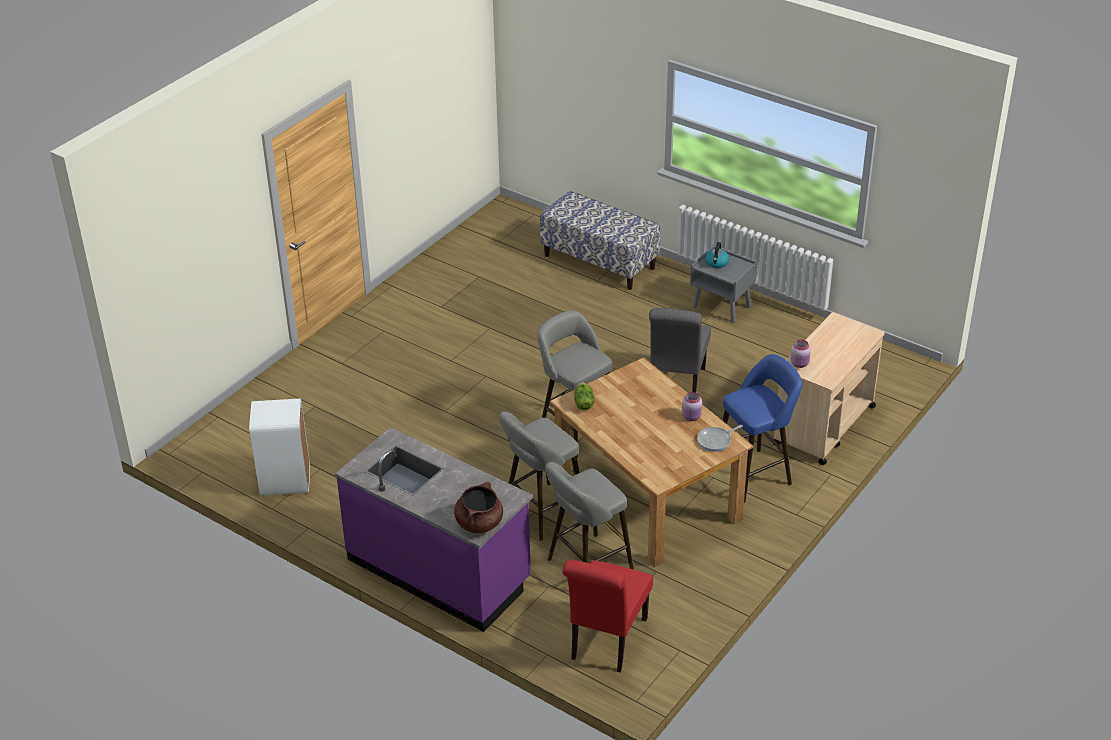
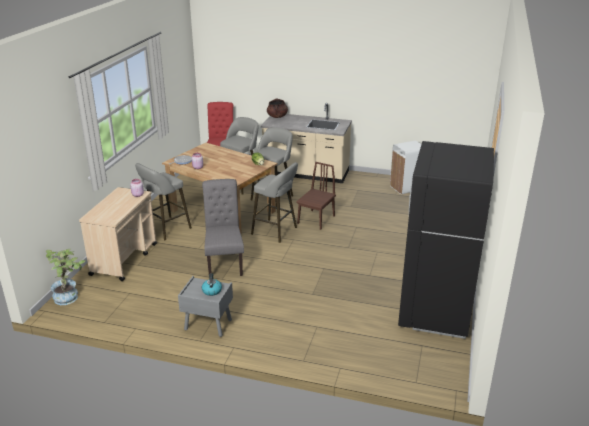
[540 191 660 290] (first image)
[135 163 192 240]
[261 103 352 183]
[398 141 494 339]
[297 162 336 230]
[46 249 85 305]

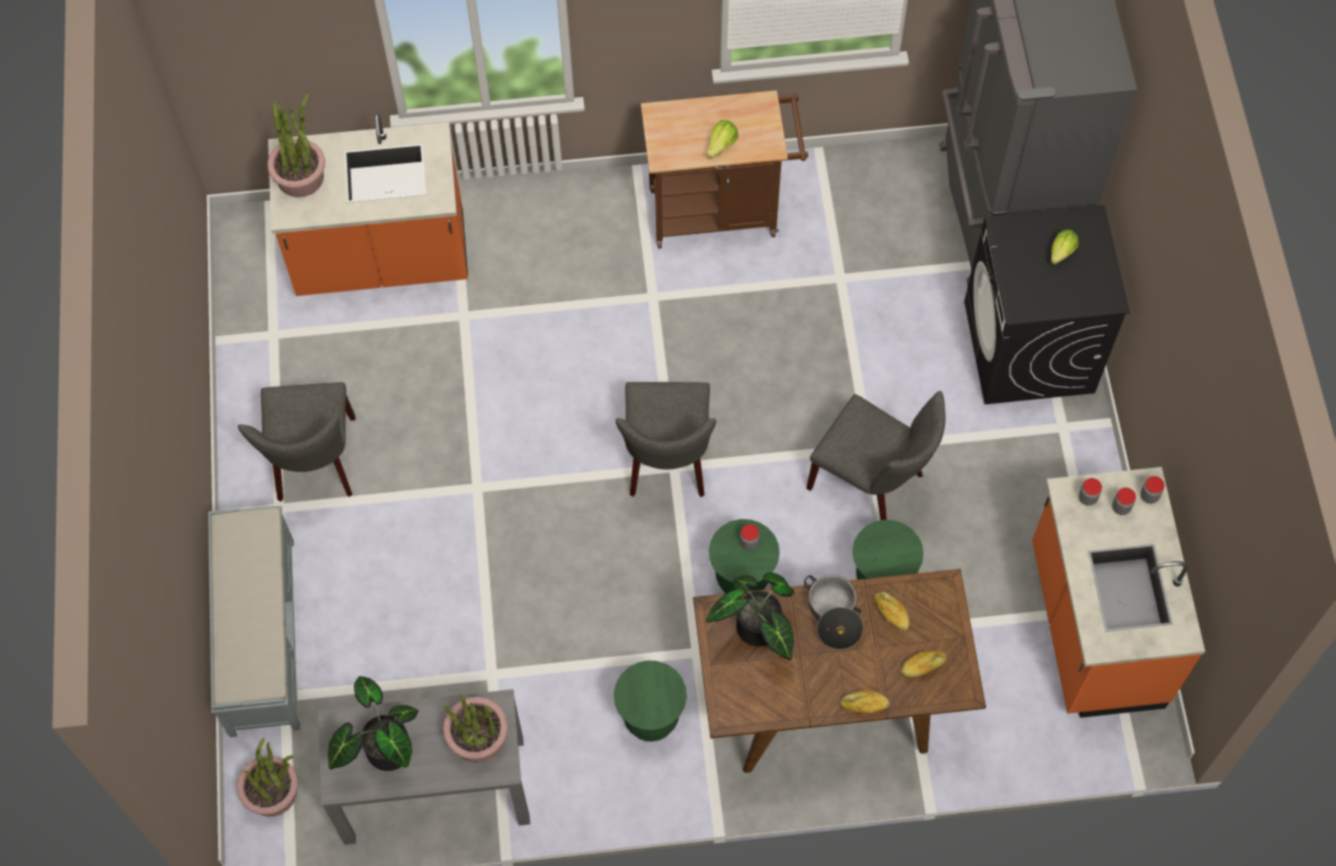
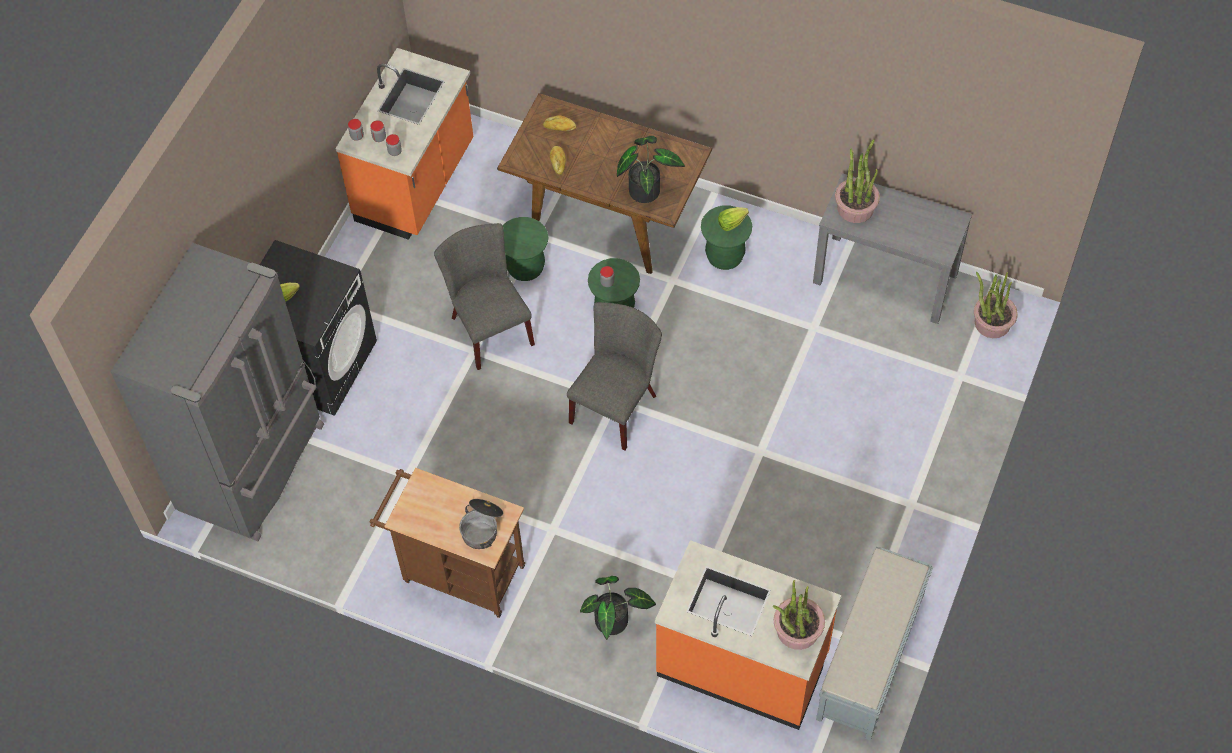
[718 207 749 231]
[238 382 355 502] (first image)
[816 547 933 741]
[459 499 503 549]
[580 576 656 640]
[840 690 890 713] (first image)

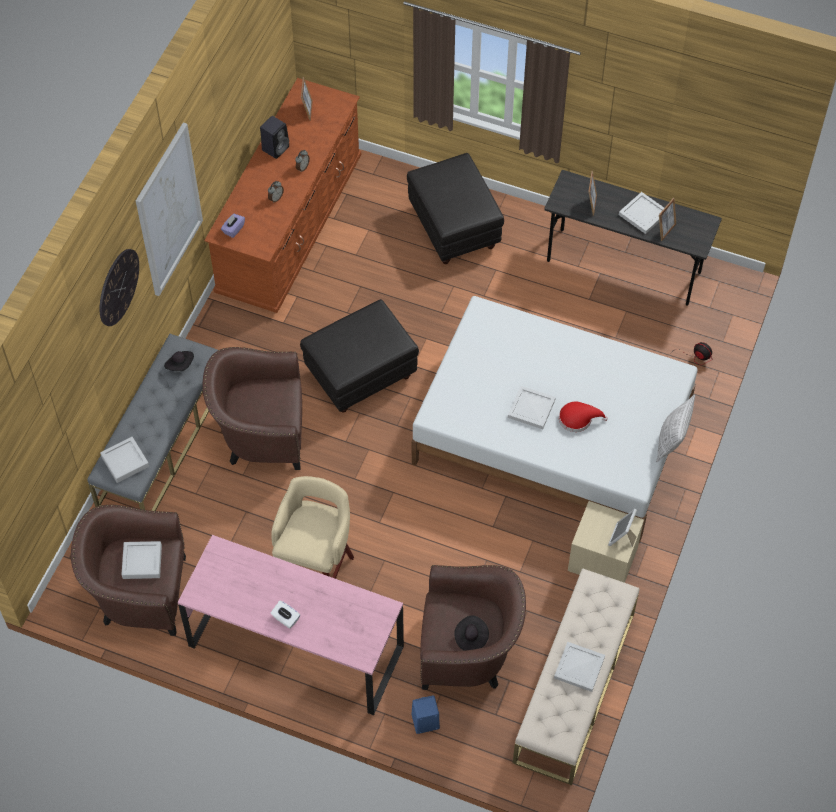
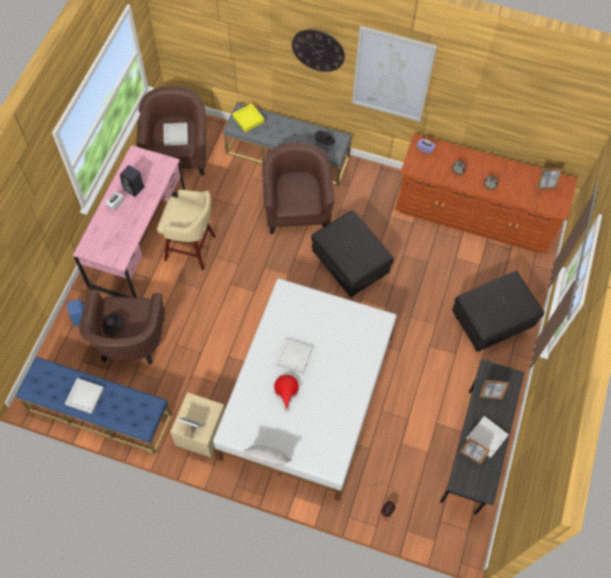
[120 165 144 197]
[232 103 265 132]
[16 357 172 454]

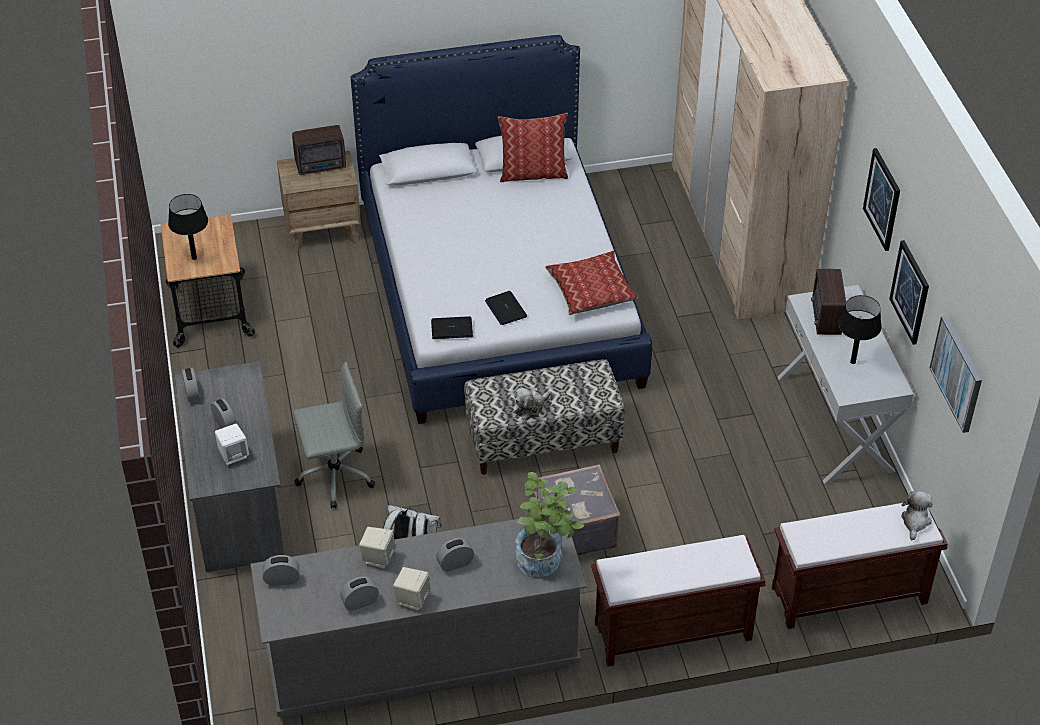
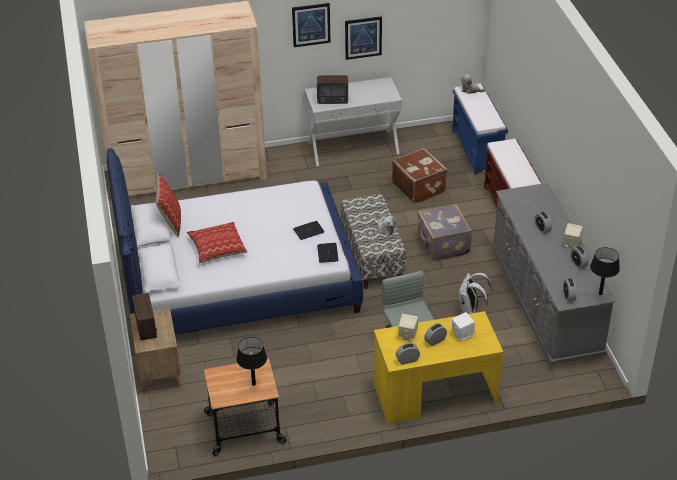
[187 222 247 263]
[590 247 620 295]
[929 315 982 433] (first image)
[374 311 503 424]
[515 472 584 577] (first image)
[452 84 508 175]
[398 314 418 341]
[392 148 448 204]

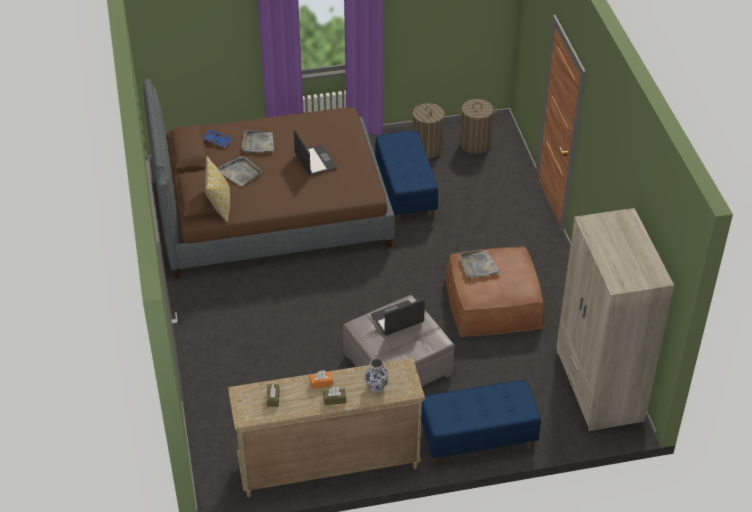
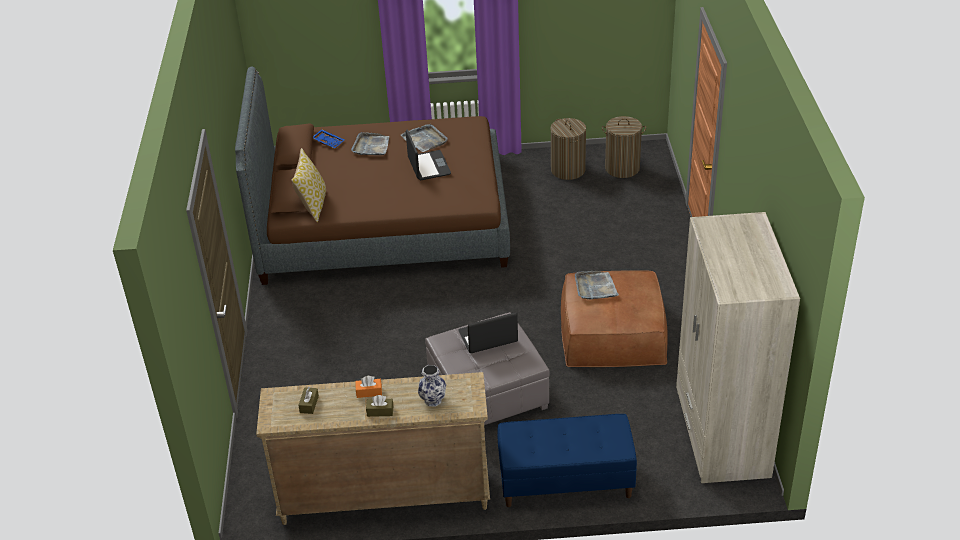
[375 130 438 224] (first image)
[401 124 448 152]

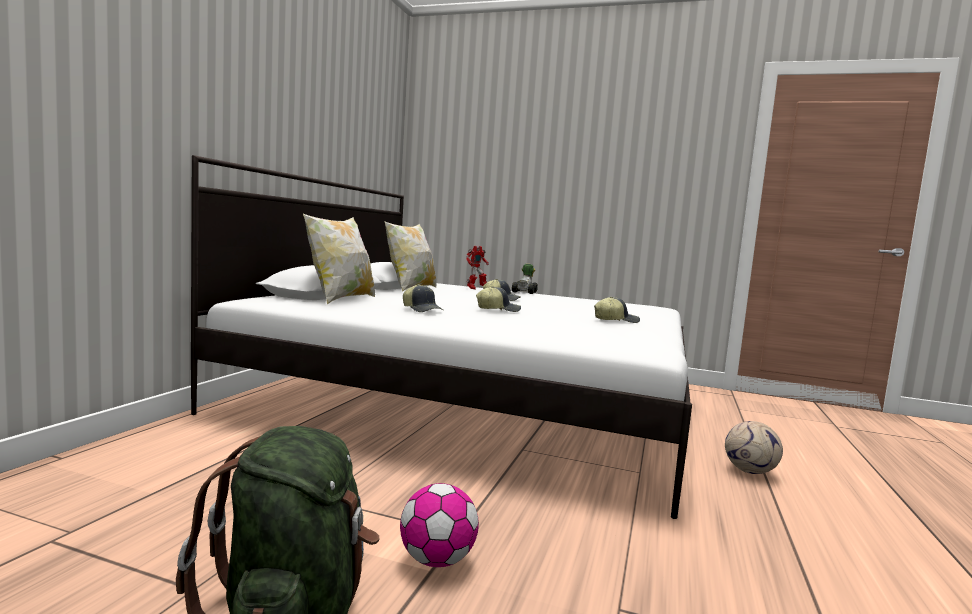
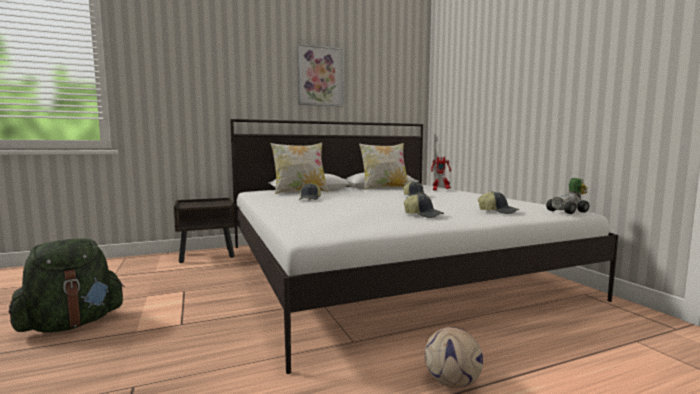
[546 178 590 214]
[478 191 519 214]
[400 483 479 567] (first image)
[298 44 344 107]
[174 198 235 263]

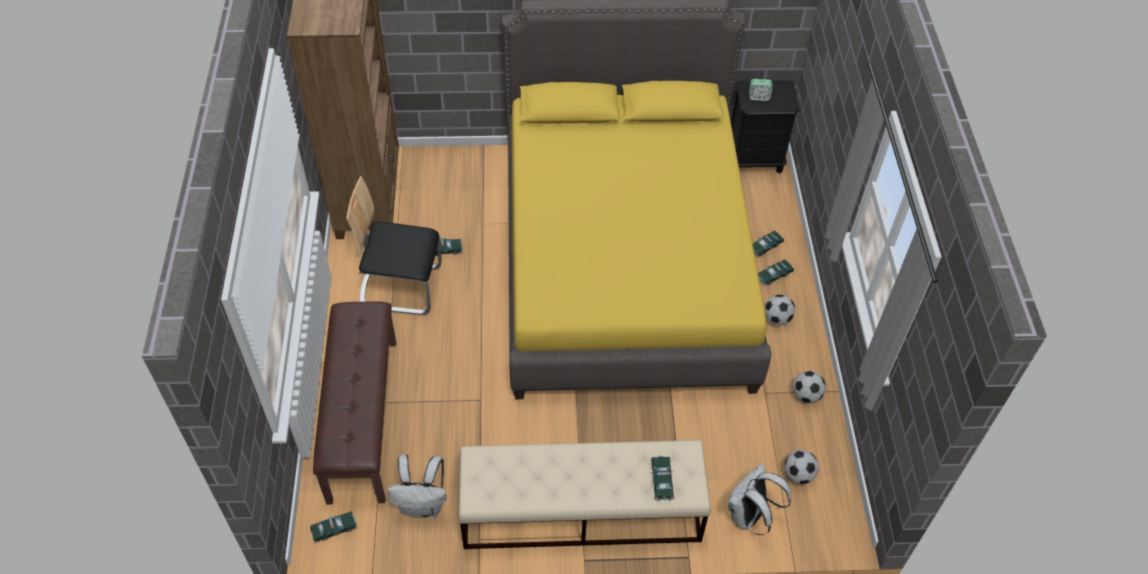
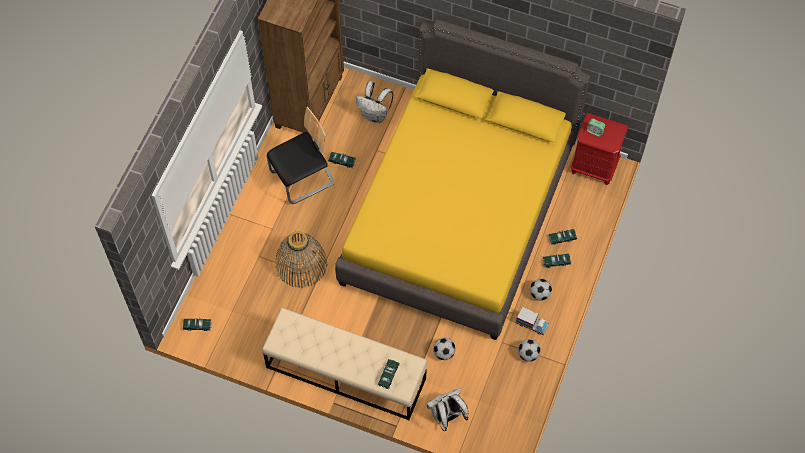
[571 113 628 185]
[266 107 334 204]
[313 301 396 505] (first image)
[433 338 456 360]
[356 81 393 124]
[275 231 327 288]
[515 307 549 335]

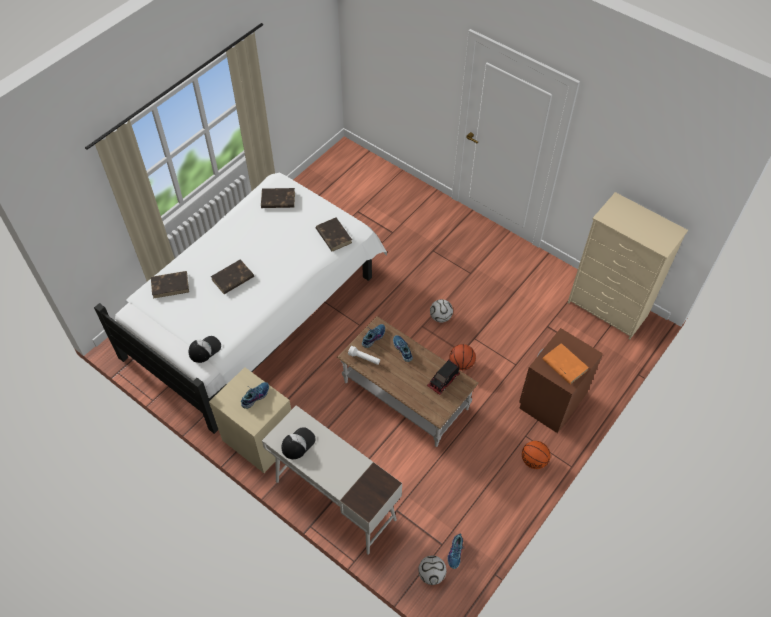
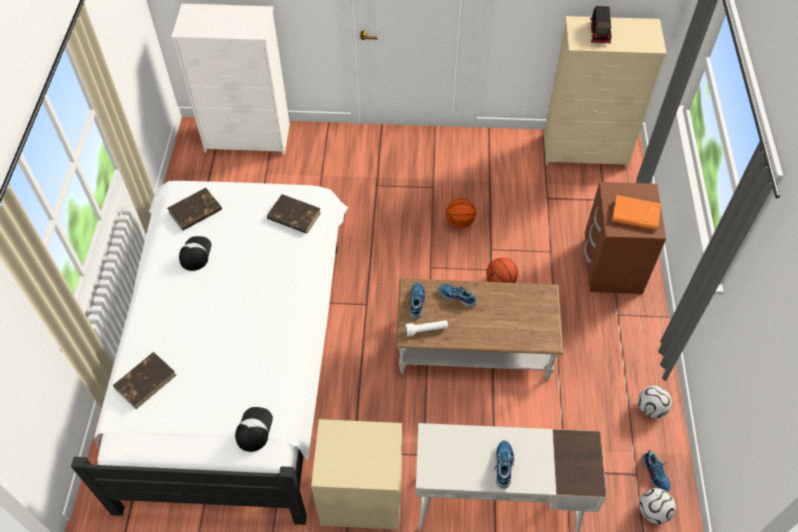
[211 259 254 294] (first image)
[638 386 672 418]
[590 6 612 43]
[494 440 514 489]
[179 236 212 271]
[446 198 476 228]
[171 4 290 155]

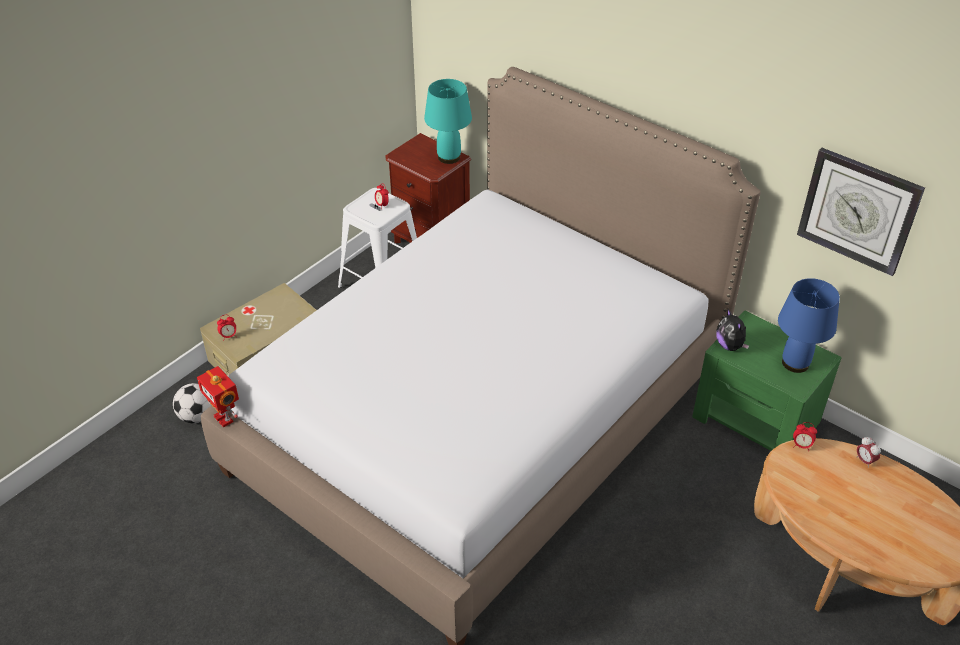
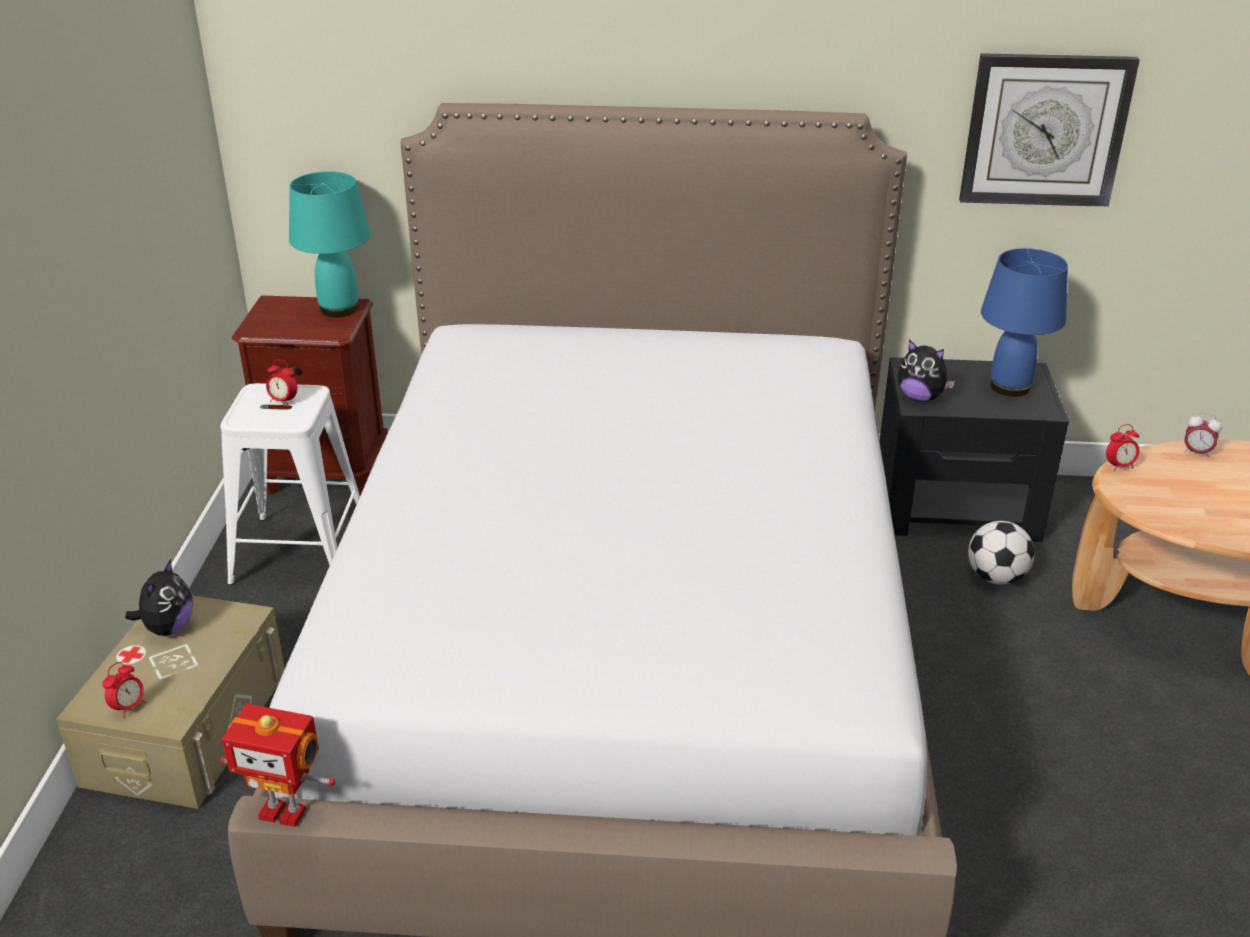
[880 357 1069 542]
[968 521 1034 585]
[125 559 192 636]

